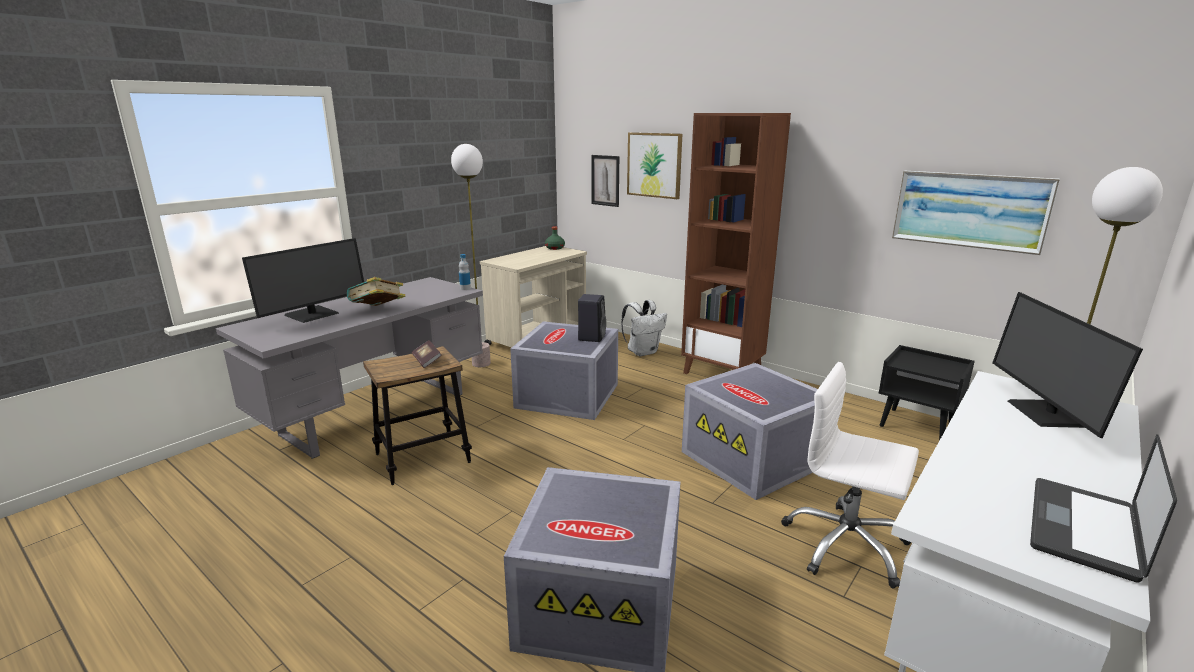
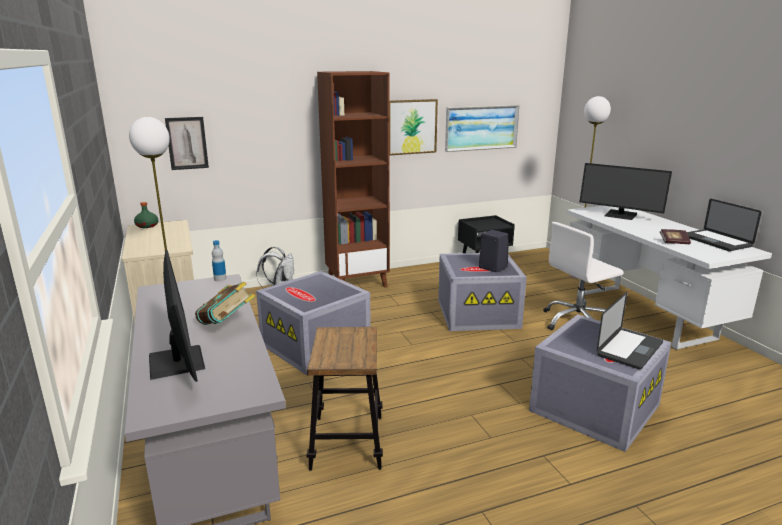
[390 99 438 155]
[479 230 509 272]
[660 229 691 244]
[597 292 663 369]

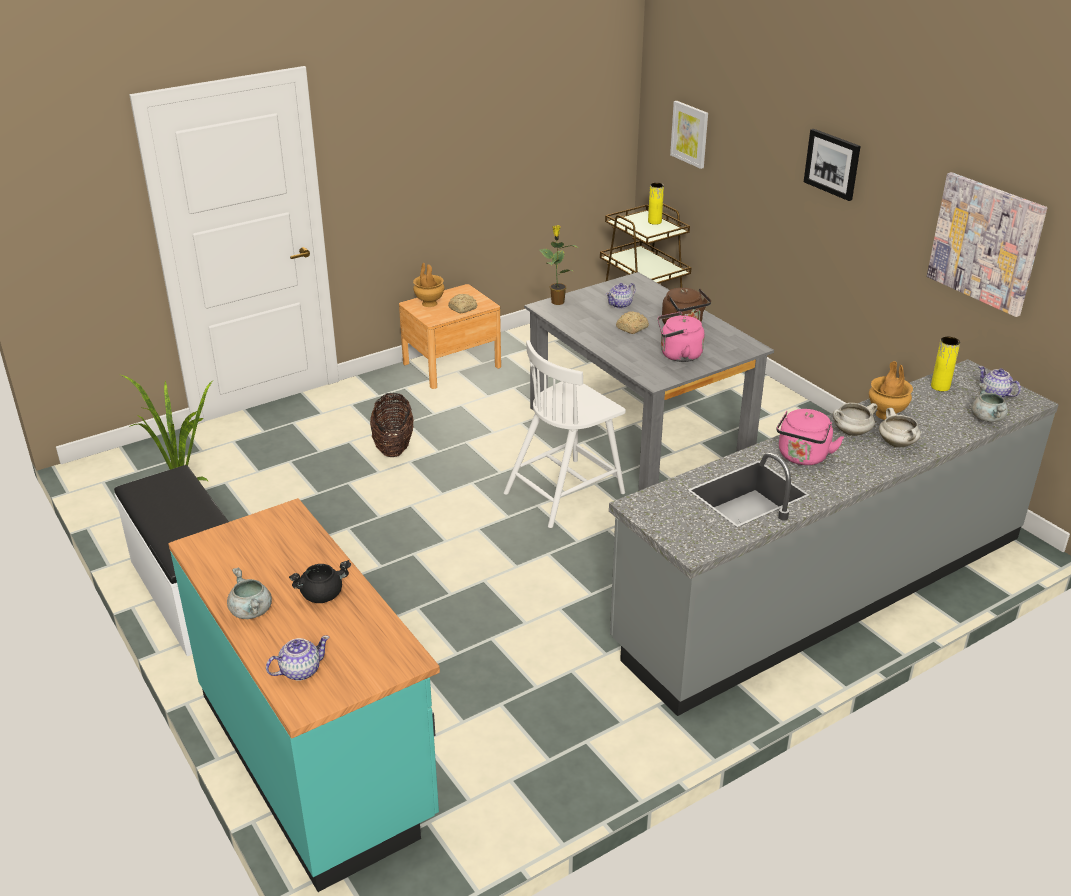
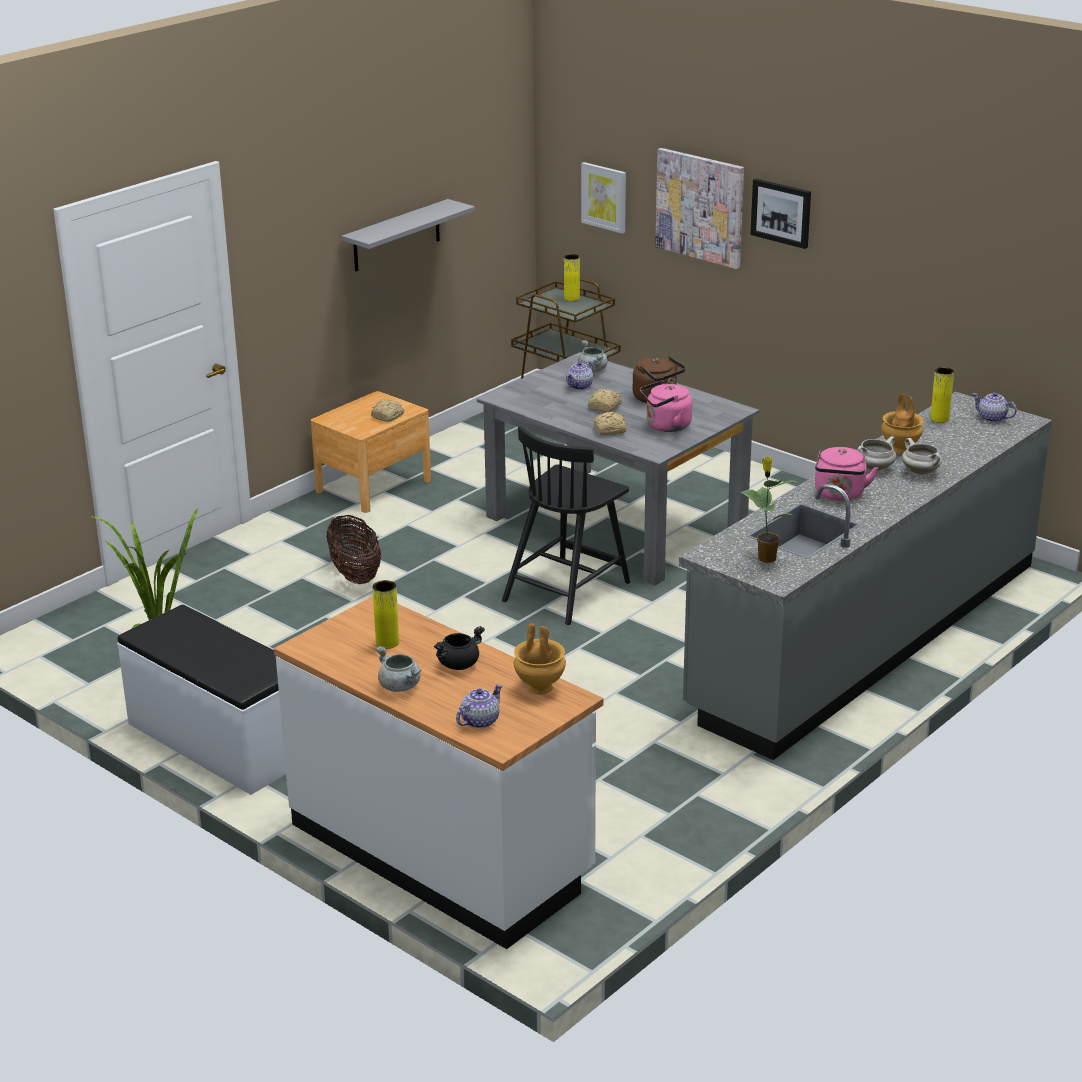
[655 148 744 269]
[741 457 800 563]
[513 623 566 695]
[502 426 630 625]
[578 340 608 372]
[274 596 604 949]
[342 199 475 271]
[594 412 626 435]
[372 580 399 649]

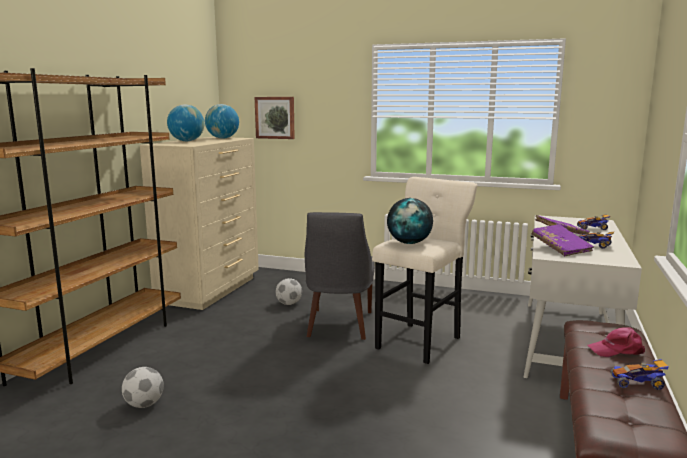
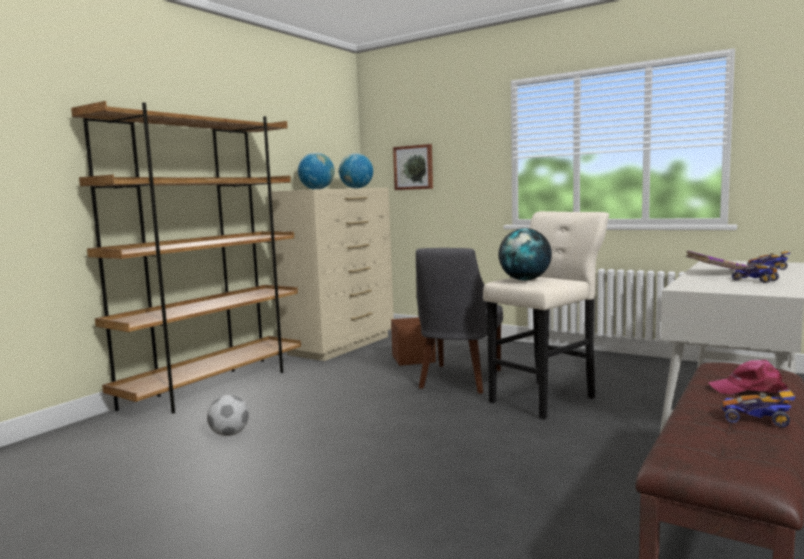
[532 224 594 256] (first image)
[391 317 436 366]

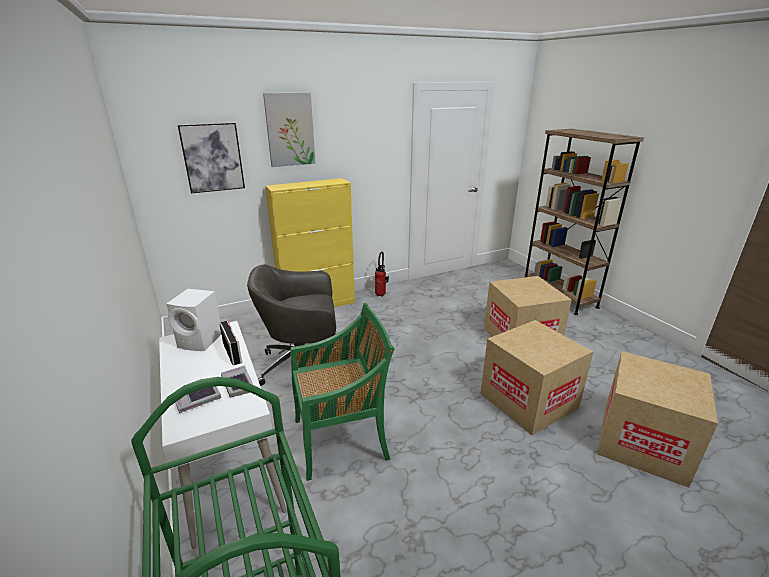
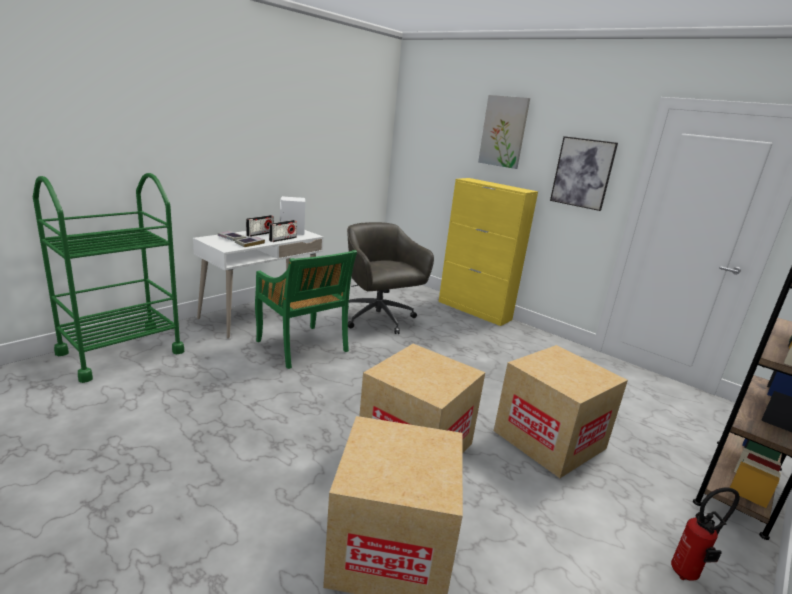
[550 136 618 211]
[671 487 740 581]
[246 215 274 237]

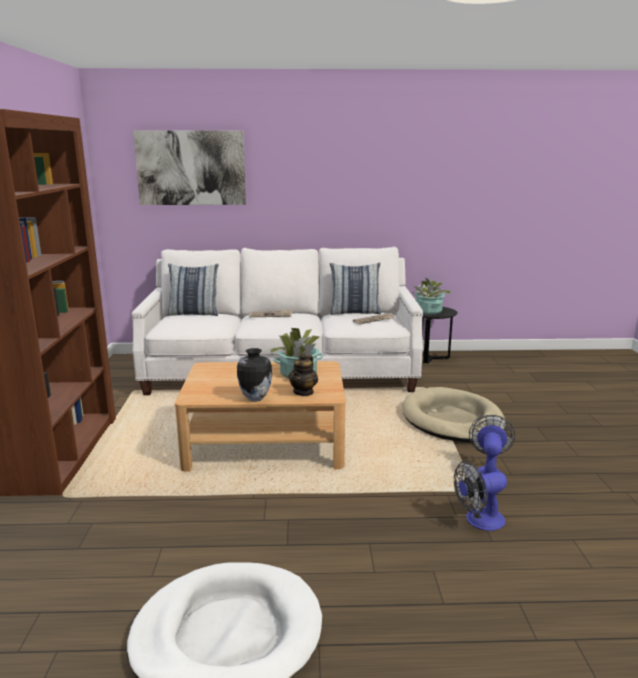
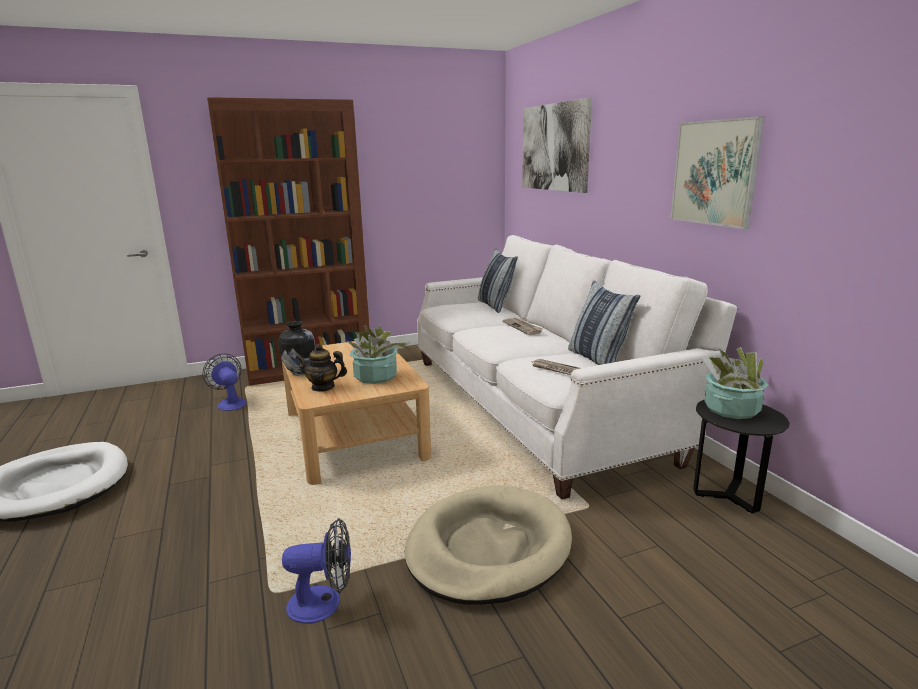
[202 353 247 411]
[670 116 764 229]

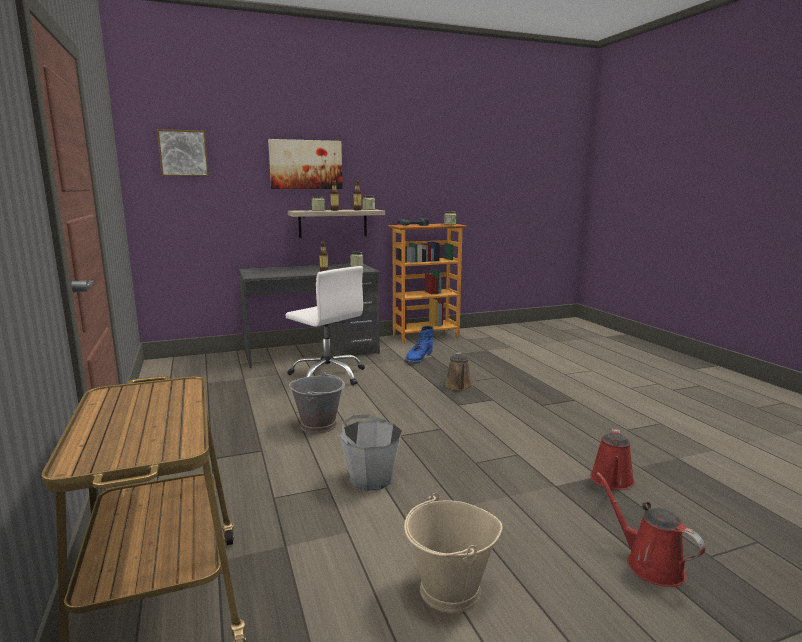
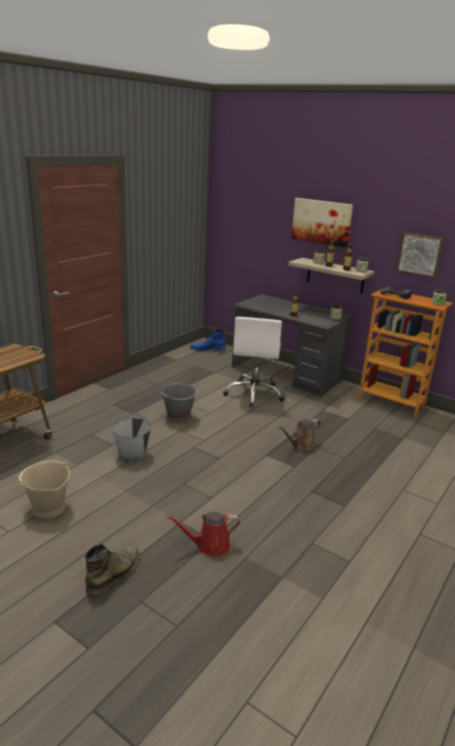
[397 232 444 278]
[190 329 225 351]
[85 543 139 597]

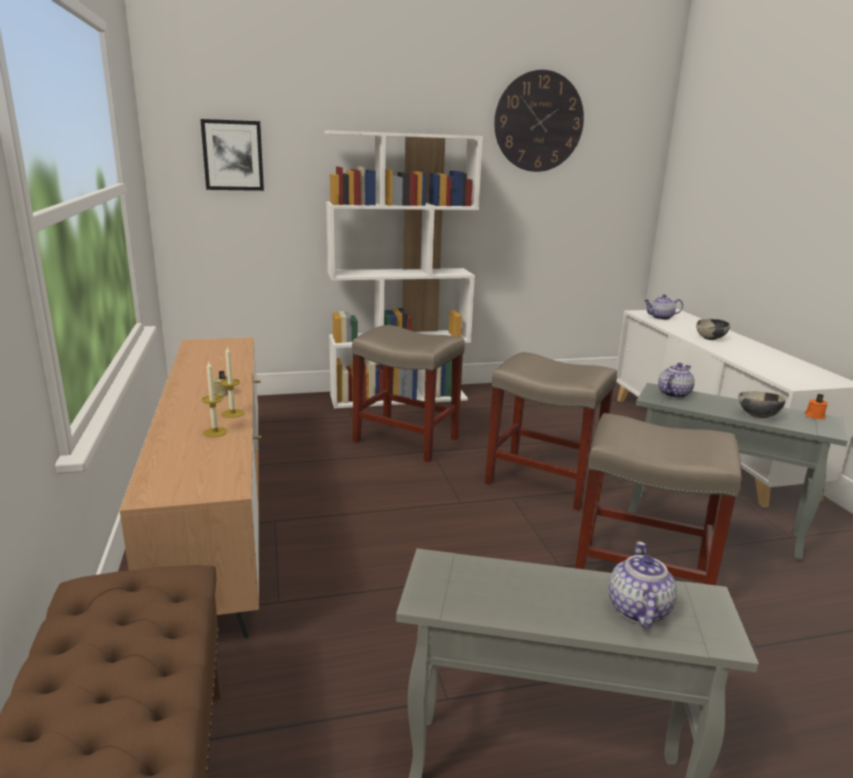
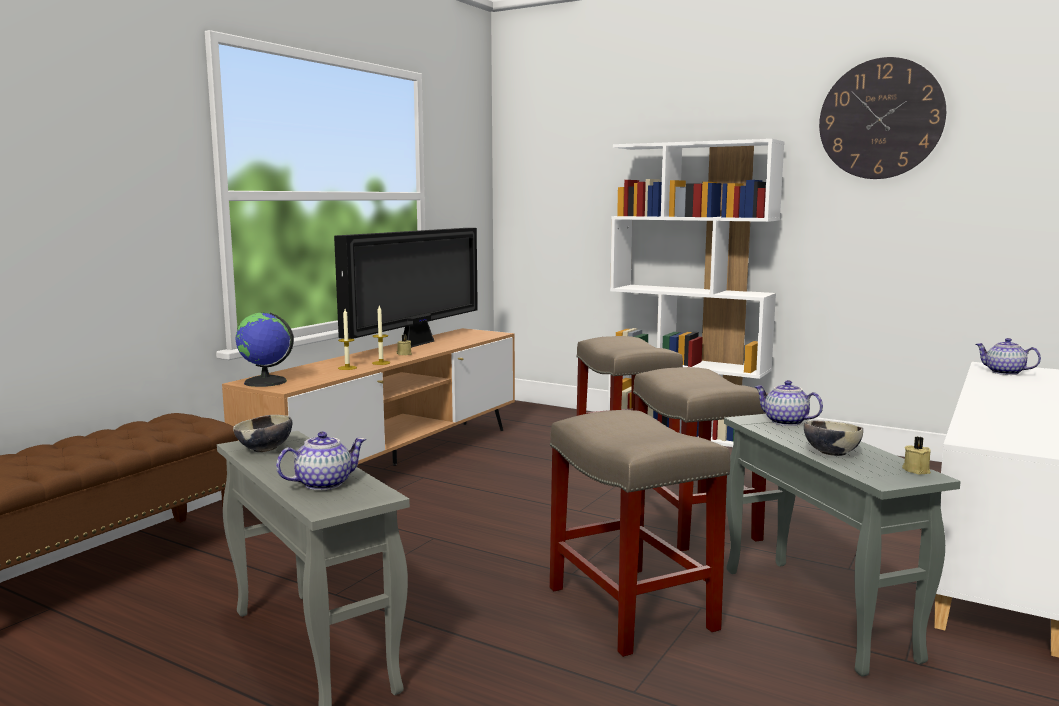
[200 119 264 191] (first image)
[233 415 292 452]
[754 380 823 426]
[902 437 931 475]
[334 228 478 348]
[236 313 294 387]

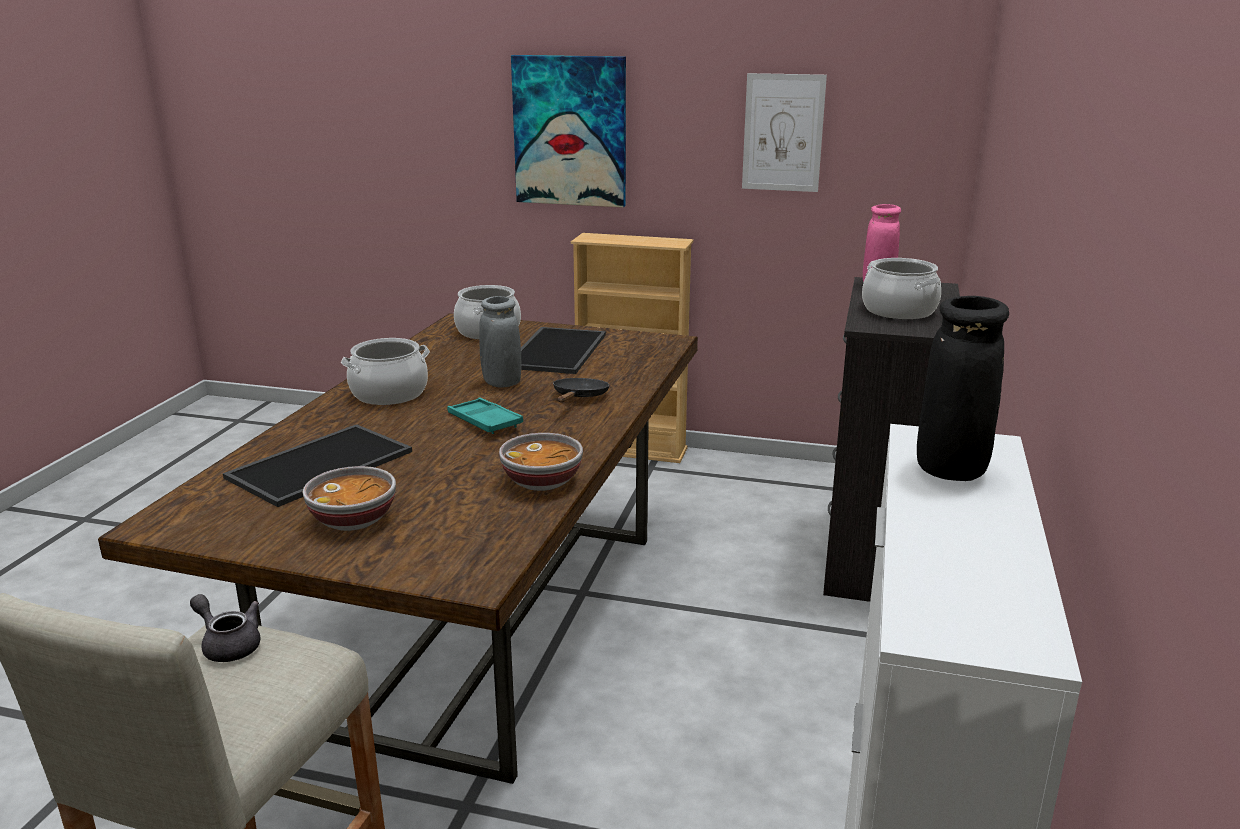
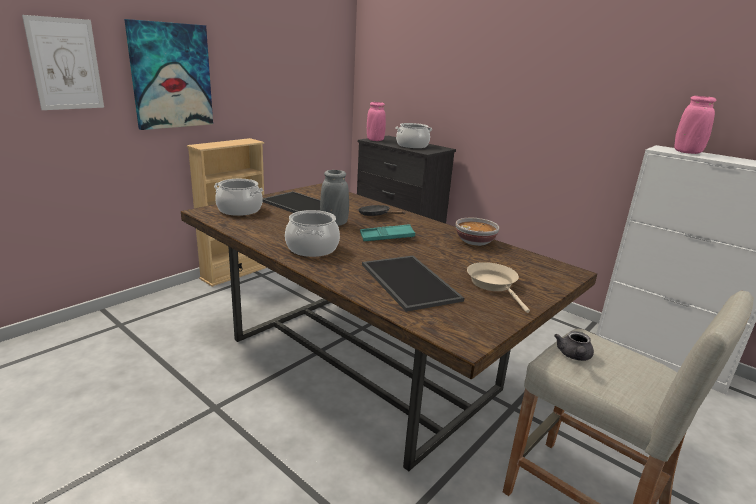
[22 15 104 110]
[674 96 716 154]
[467 262 530 313]
[554 331 594 361]

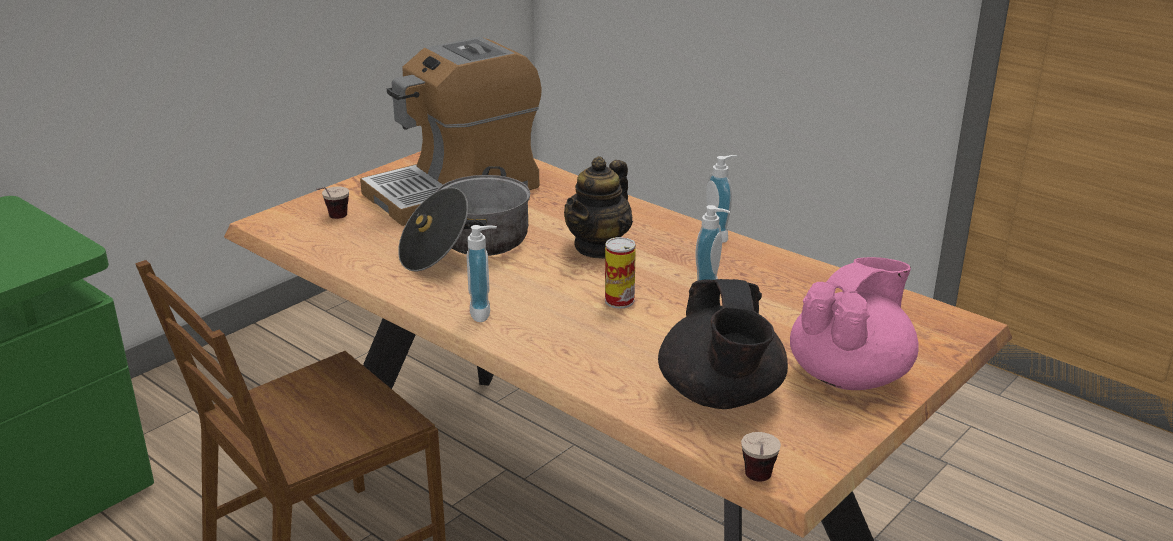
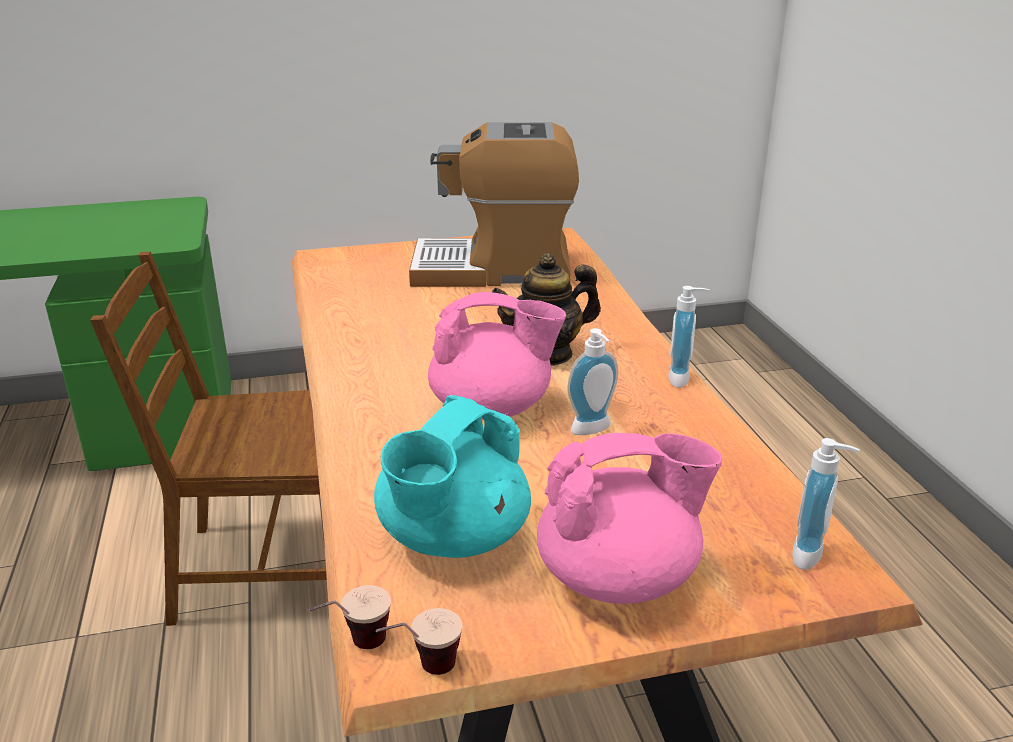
[398 166 530 271] (first image)
[376 608 462 675]
[792 438 860 570]
[428 292 566 419]
[374 395 531 558]

